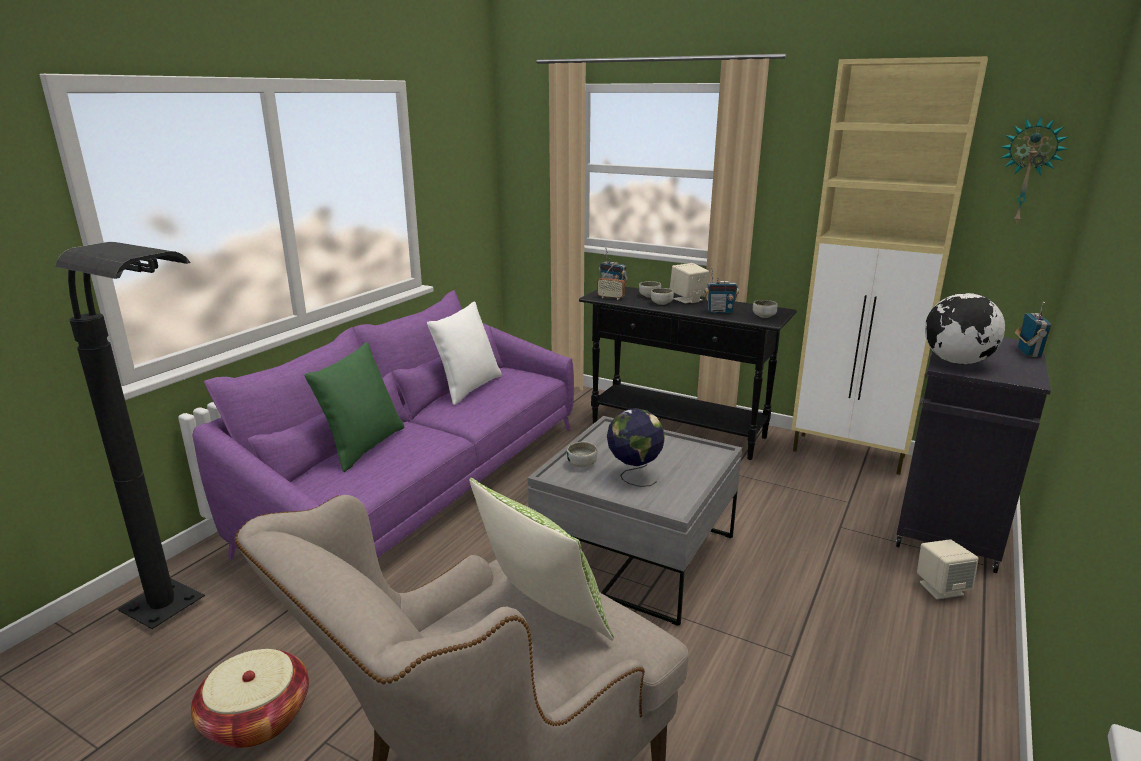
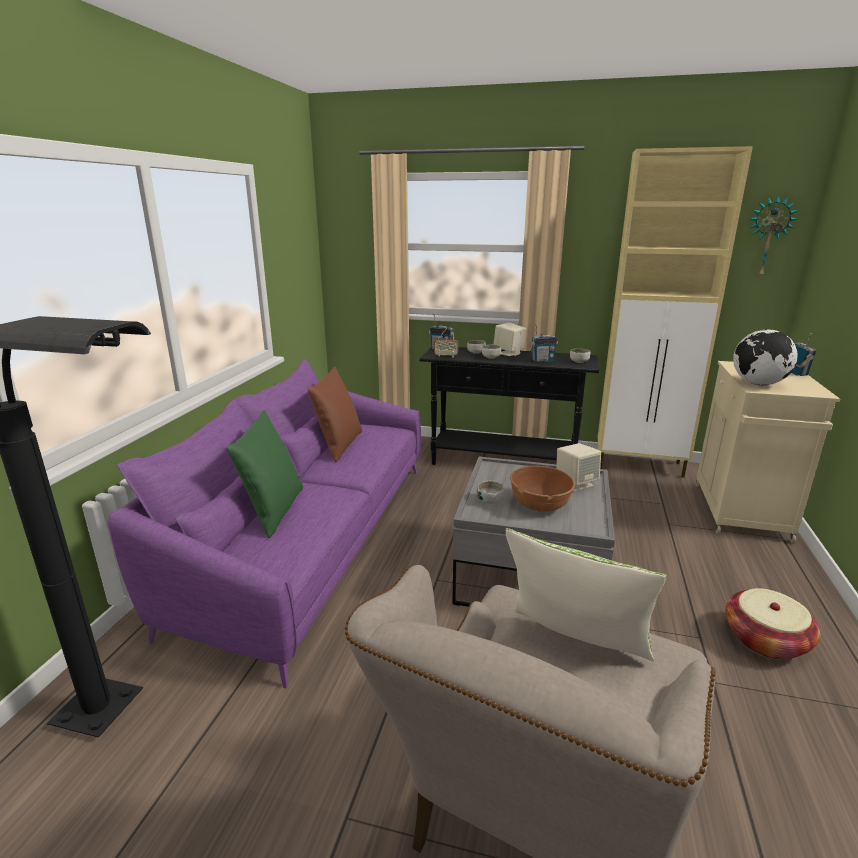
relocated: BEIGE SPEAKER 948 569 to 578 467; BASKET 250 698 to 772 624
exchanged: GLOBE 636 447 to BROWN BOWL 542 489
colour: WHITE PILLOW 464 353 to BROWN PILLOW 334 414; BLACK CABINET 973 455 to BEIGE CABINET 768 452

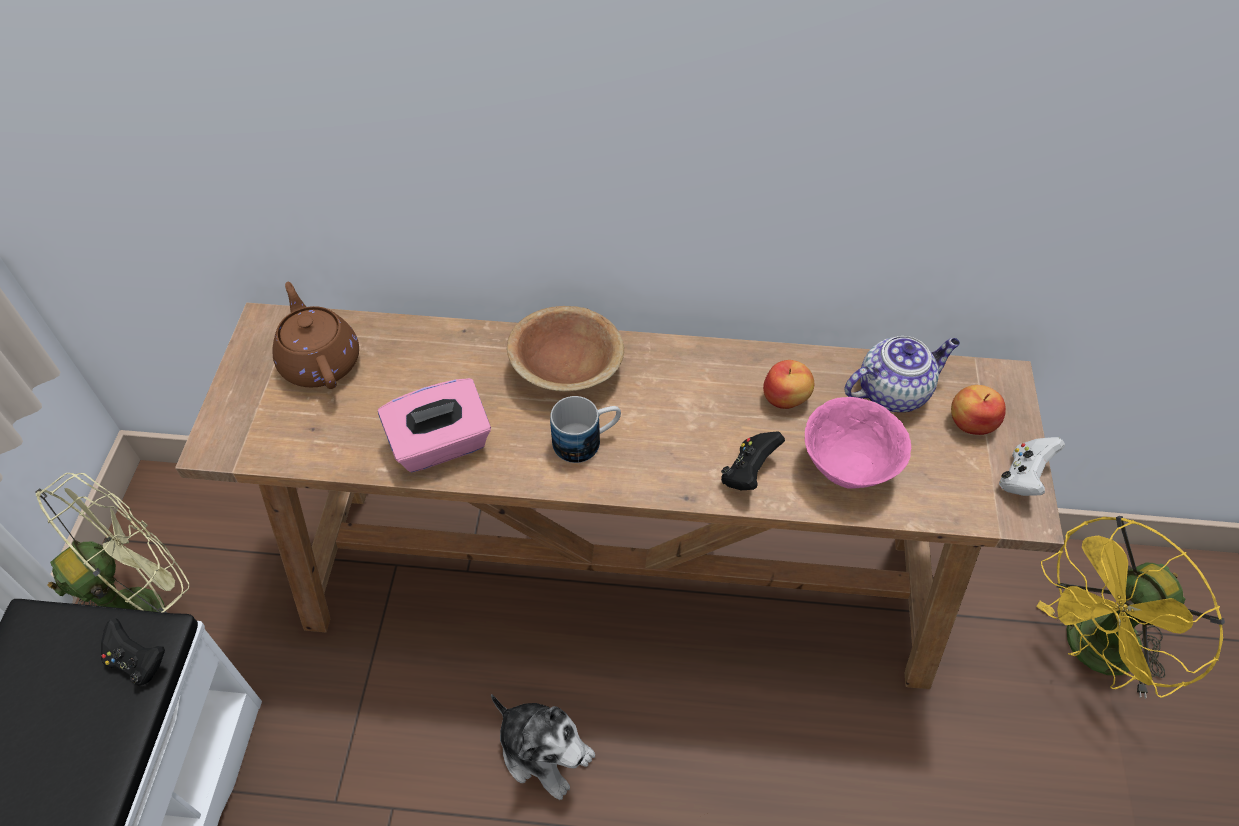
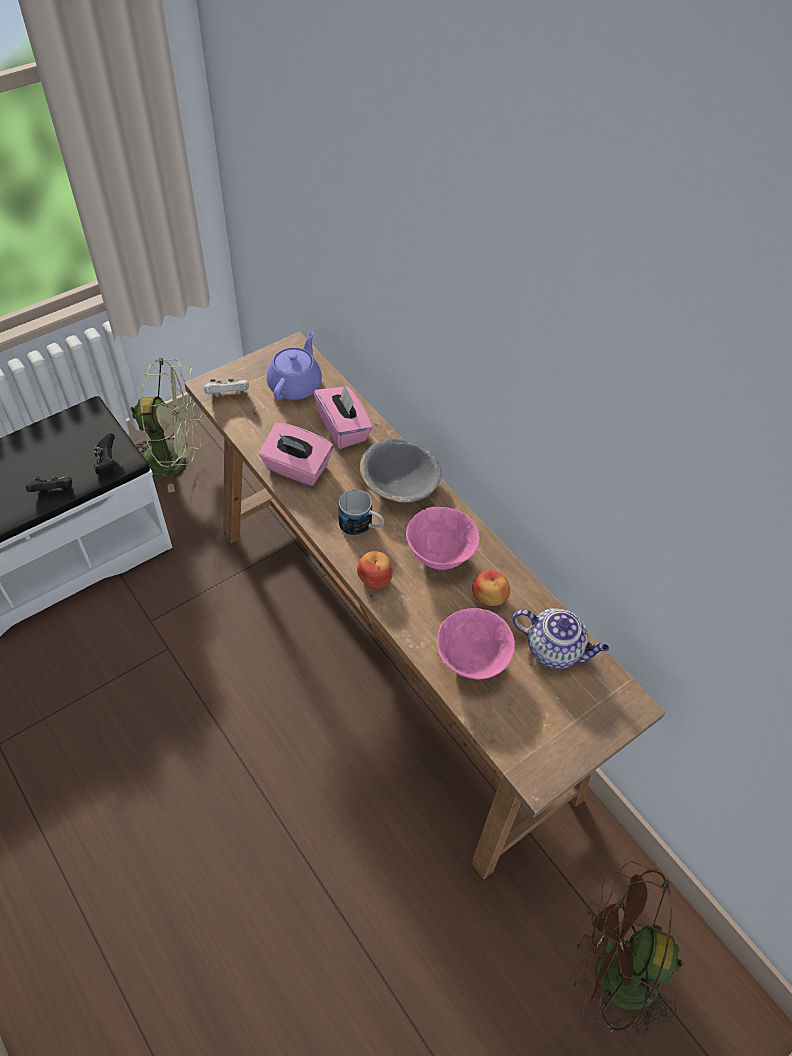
missing: PLUSH TOY 543 747
appeared: PINK TISSUE BOX 343 417; PINK BOWL 443 538
relocated: APPLE 978 410 to 375 570; BLACK GAME CONTROLLER 753 461 to 49 484; WHITE GAME CONTROLLER 1032 466 to 226 388
colour: BROWN TEAPOT 315 335 to PURPLE TEAPOT 294 366; BROWN BOWL 565 348 to GREY BOWL 400 470; YELLOW FAN 1130 607 to BROWN FAN 629 949

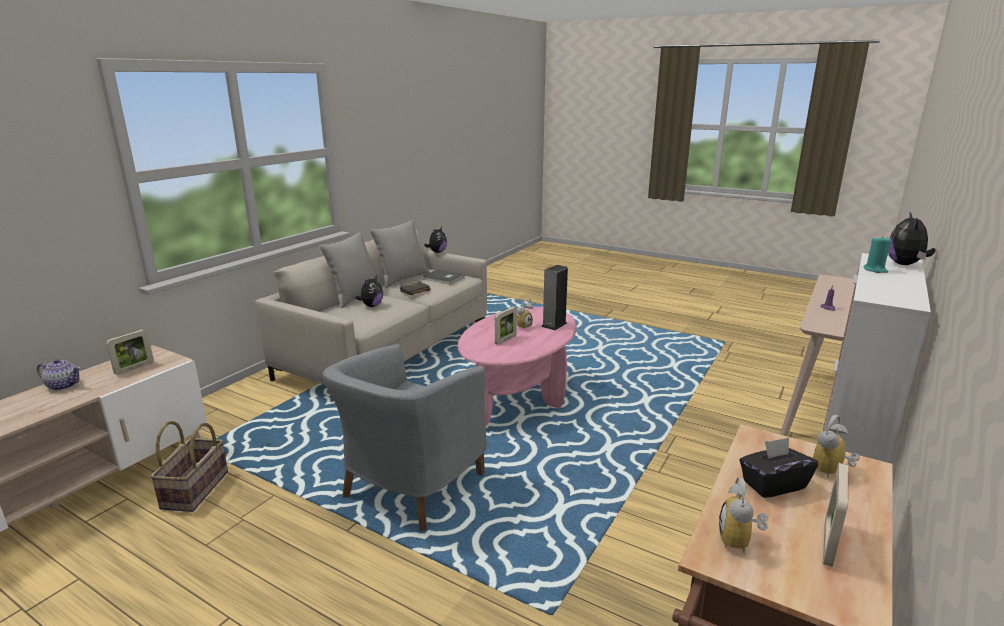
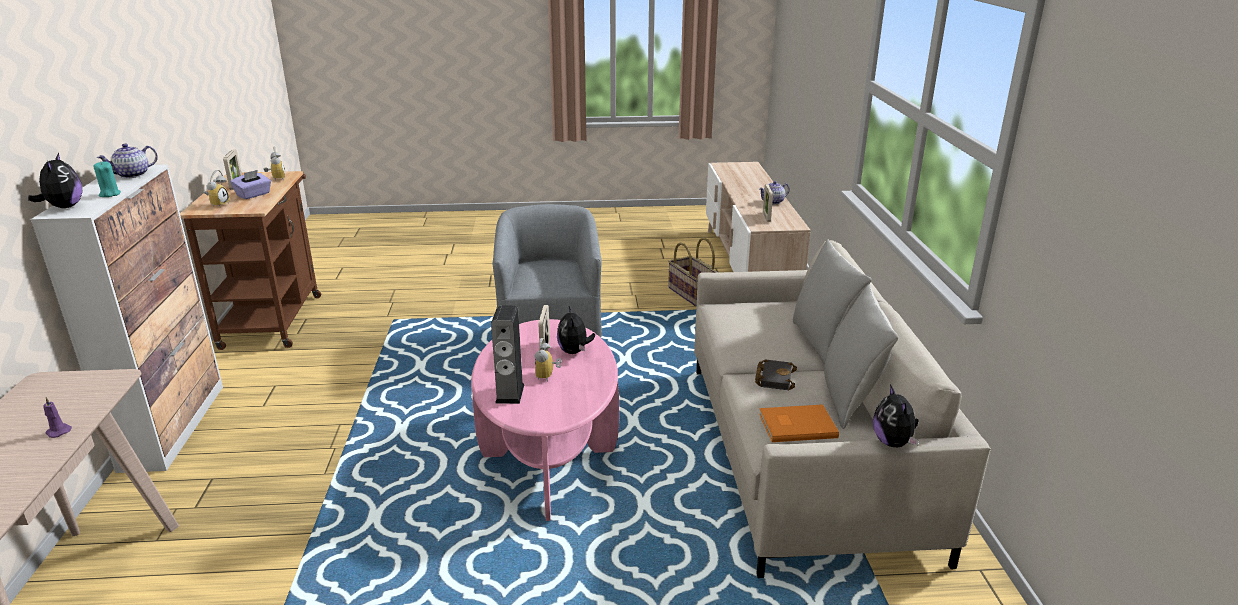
appeared: TEAPOT 127 161
relocated: PLUSH TOY 369 291 to 576 330
colour: GREY BOOK 443 276 to ORANGE BOOK 799 423; BLACK TISSUE BOX 779 467 to PURPLE TISSUE BOX 251 184

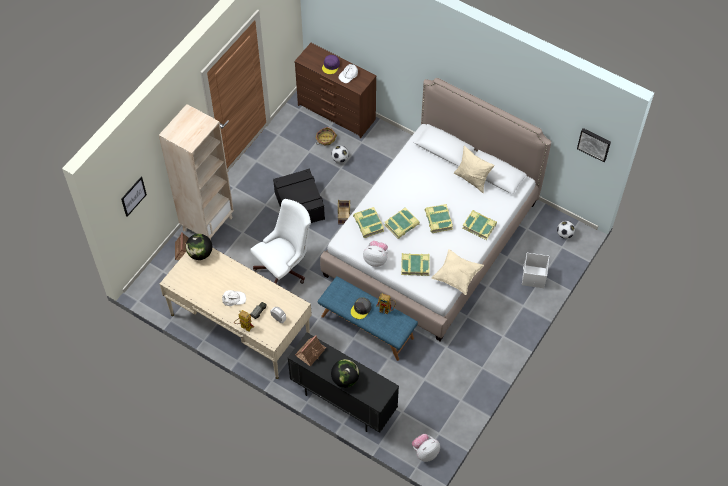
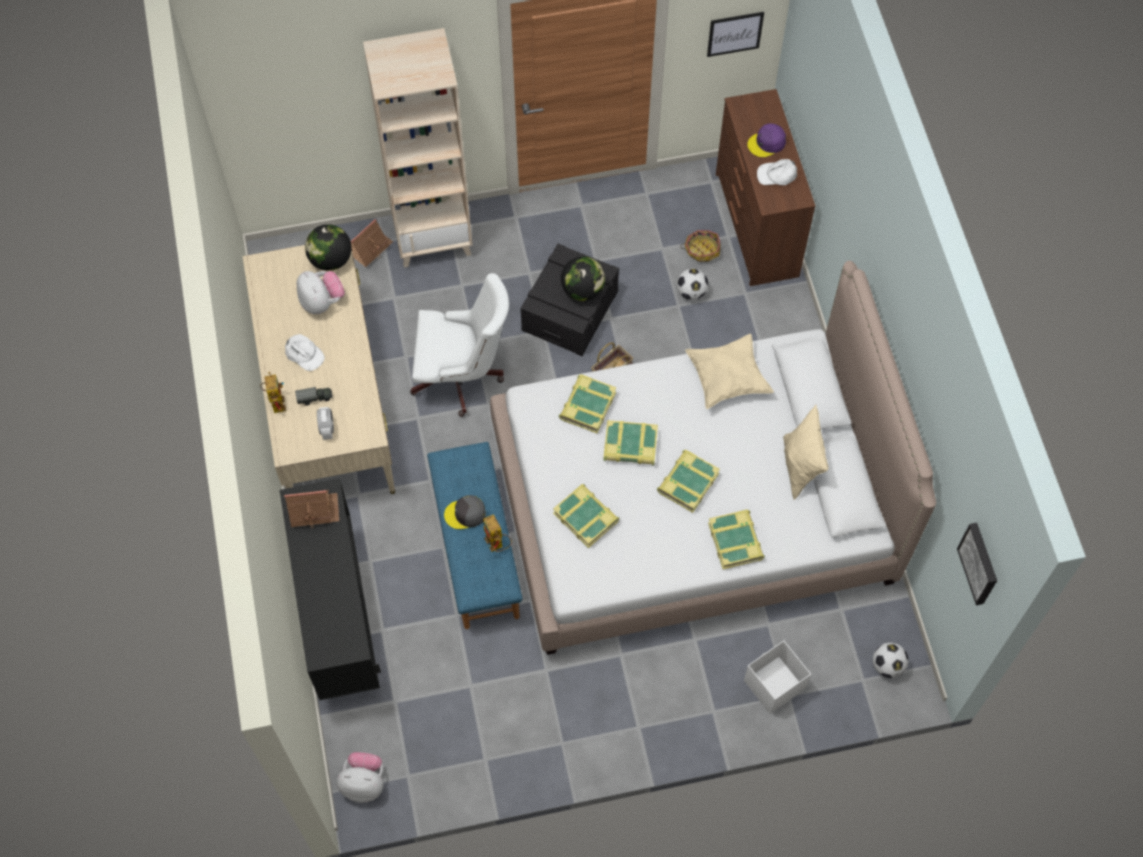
relocated: PICTURE 134 197 to 735 34; PLUSH TOY 375 254 to 320 292; BEIGE PILLOW 457 272 to 729 371; GLOBE 345 373 to 583 278

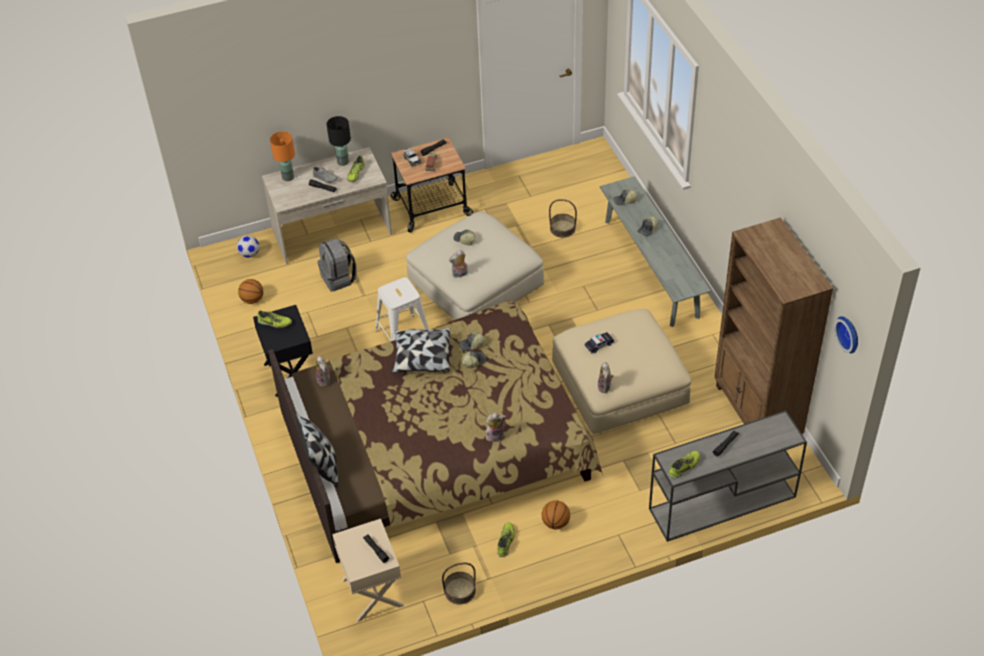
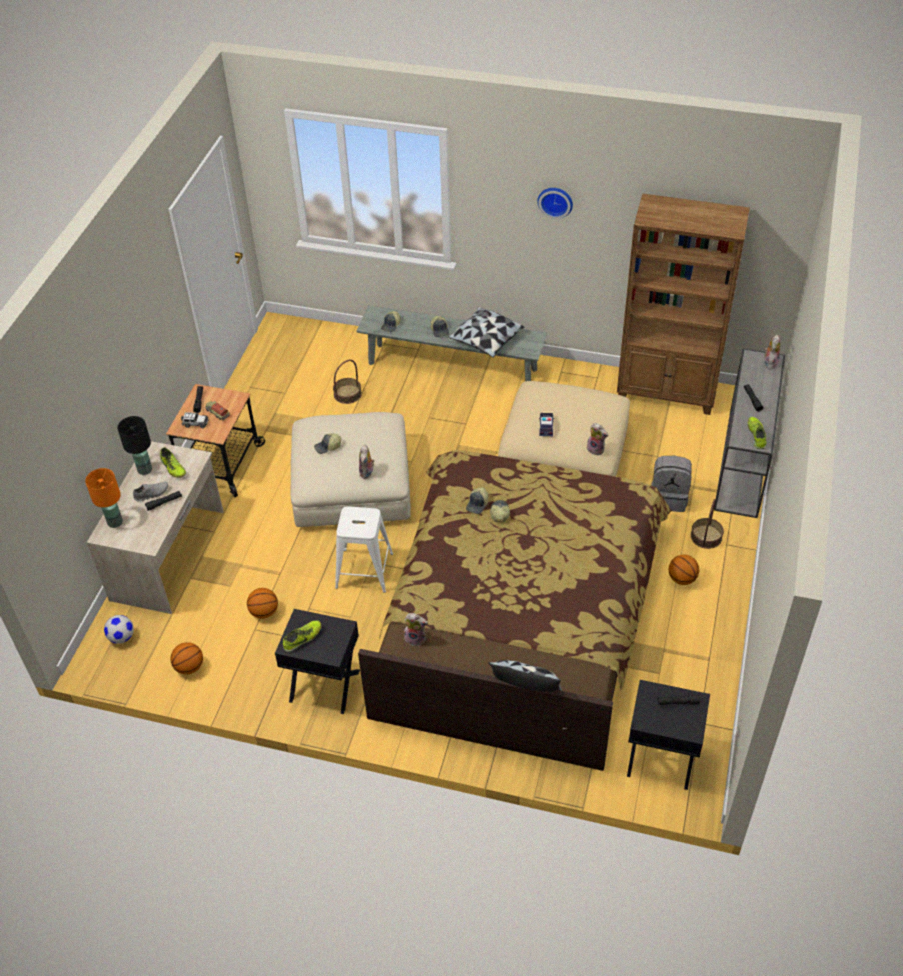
missing: SHOE 506 540
appeared: BASKETBALL 262 603
relocated: GREY BACKPACK 337 265 to 671 484; WALL CLOCK 846 334 to 555 203; PILLOW 421 350 to 486 332; PLUSH TOY 496 427 to 772 352; BASKET 459 584 to 707 524
colour: BEIGE NIGHTSTAND 368 570 to BLACK NIGHTSTAND 668 735

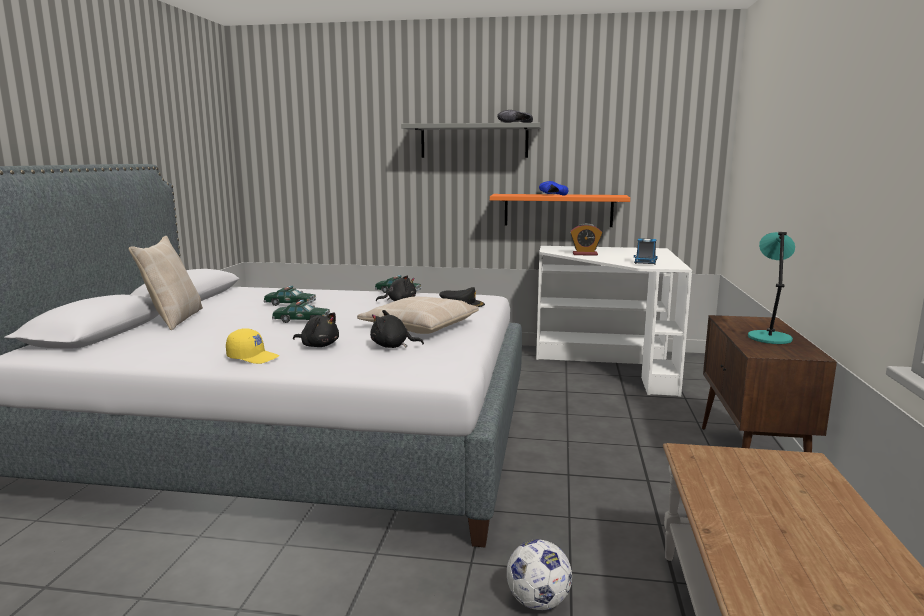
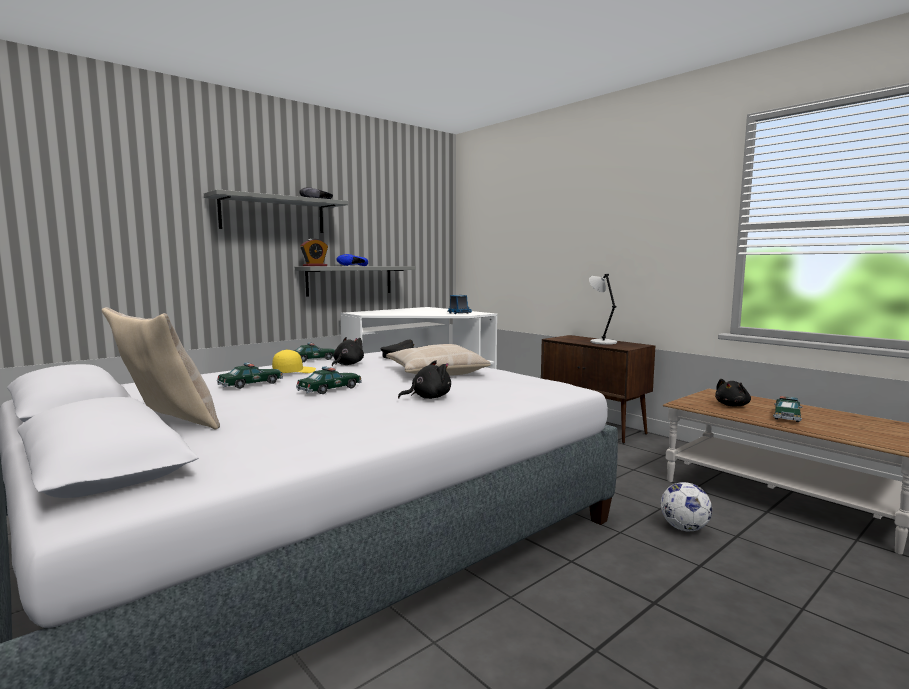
appeared: TOY CAR 787 409
relocated: ALARM CLOCK 586 239 to 314 252; BLACK PLUSH TOY 397 329 to 733 393; YELLOW CAP 252 346 to 294 361
colour: ORANGE SHELF 560 210 to GREY SHELF 355 281; TURQUOISE TABLE LAMP 771 288 to GREY TABLE LAMP 603 309

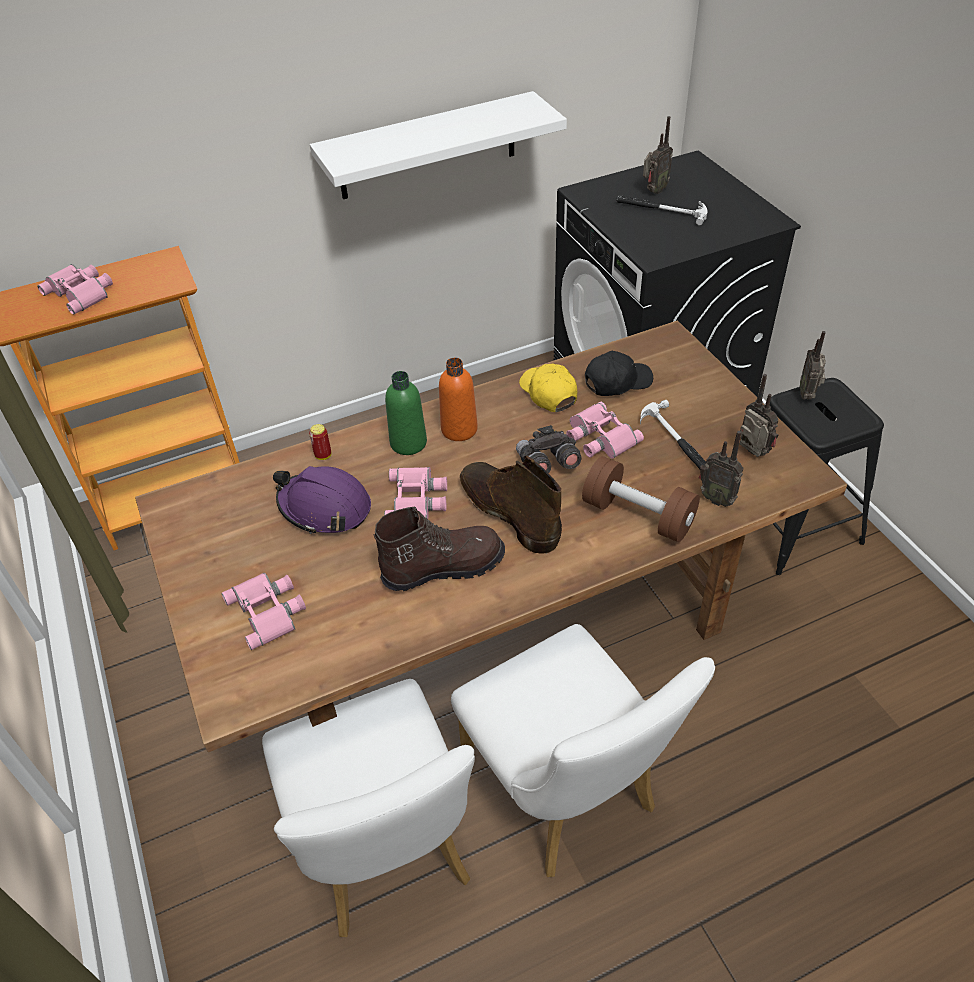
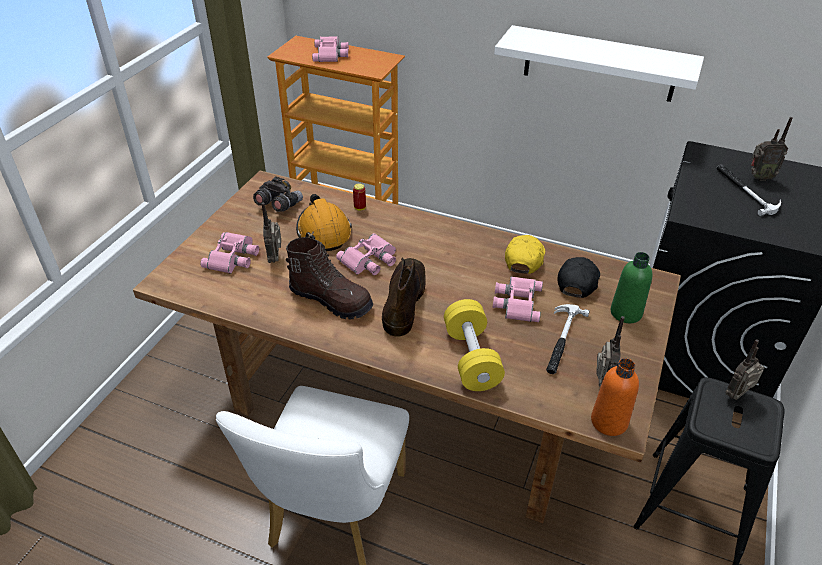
missing: WHITE CHAIR 368 808
relocated: ORANGE BOTTLE 458 399 to 615 397; GREEN BOTTLE 406 413 to 631 287; GREY BINOCULARS 548 449 to 278 194; RADIO 721 469 to 271 233
colour: BROWN DUMBBELL 641 499 to YELLOW DUMBBELL 474 345; PURPLE HARD HAT 322 500 to ORANGE HARD HAT 324 222
spun: BLACK CAP 619 373 = 579 277 90 degrees counterclockwise

